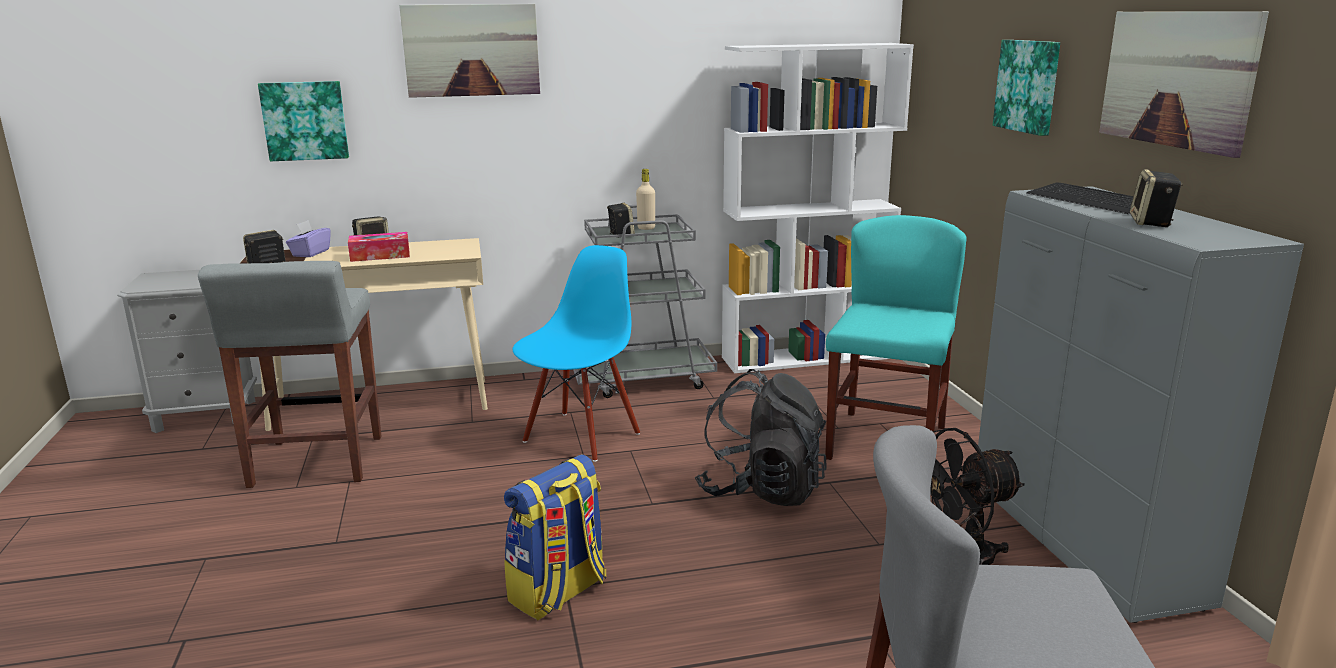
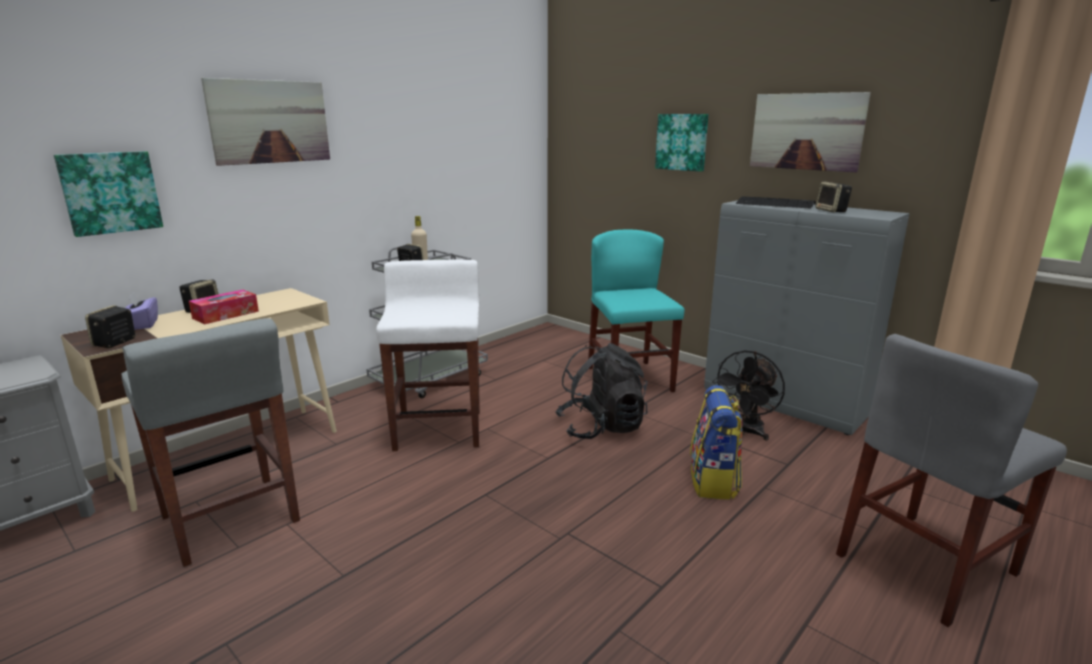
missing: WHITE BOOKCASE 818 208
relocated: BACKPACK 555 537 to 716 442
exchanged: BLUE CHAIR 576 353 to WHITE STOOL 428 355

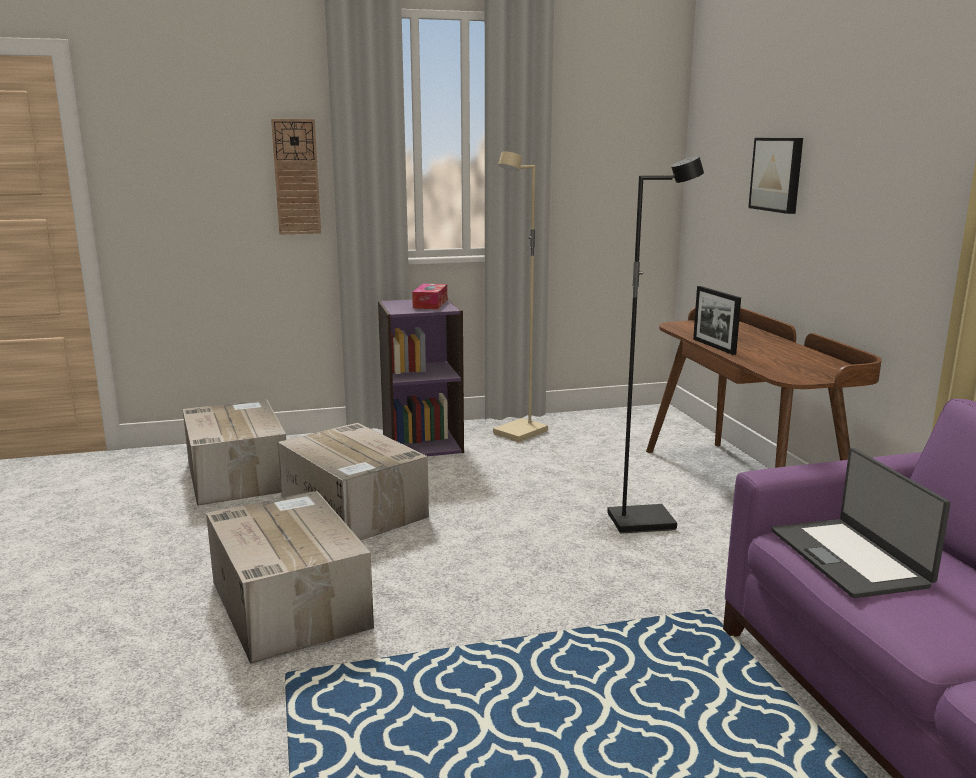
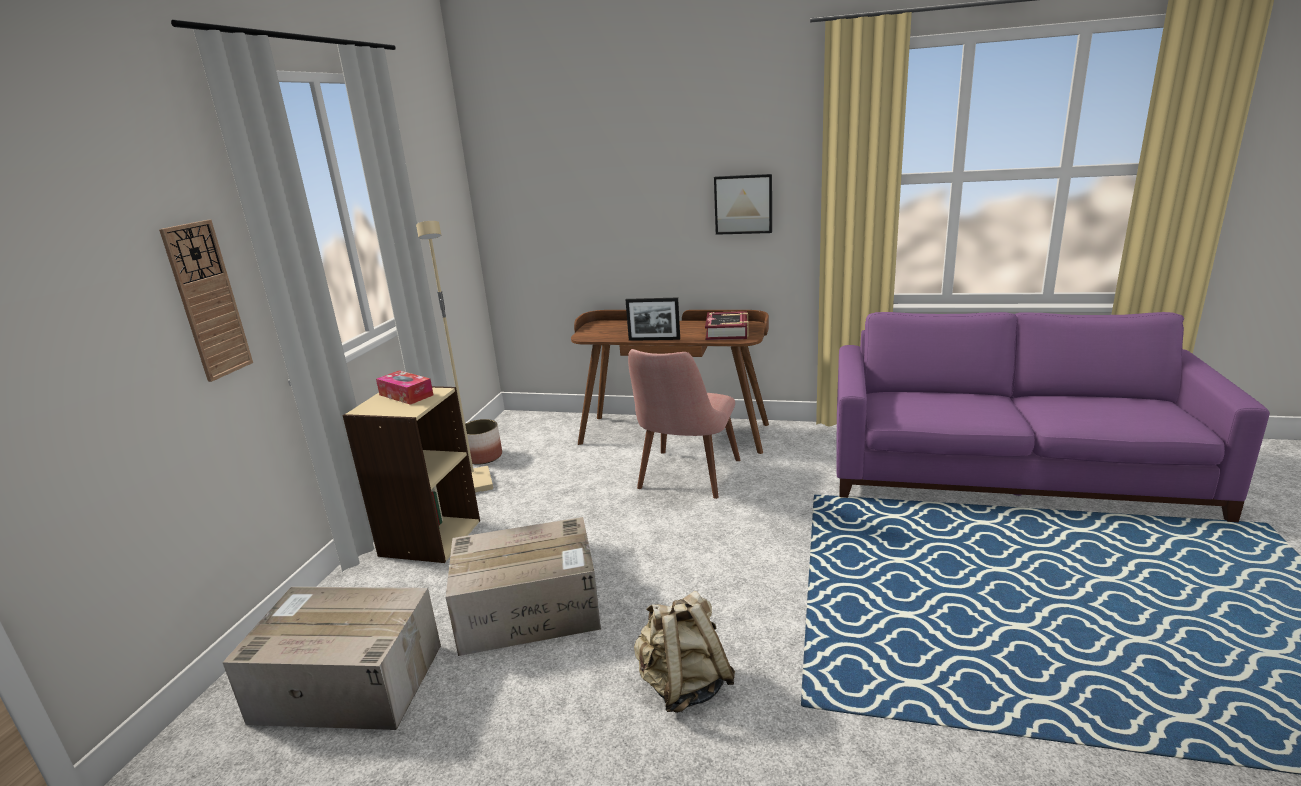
missing: LAPTOP 861 523
appeared: BOOK 727 325; PLANTER 483 442
relocated: PICTURE 775 176 to 743 204
exchanged: BLACK FLOOR LAMP 655 345 to PINK CHAIR 684 424; CARDBOARD BOX 290 577 to BEIGE BACKPACK 684 652
colour: PURPLE BOOKCASE 421 376 to BEIGE BOOKCASE 411 474

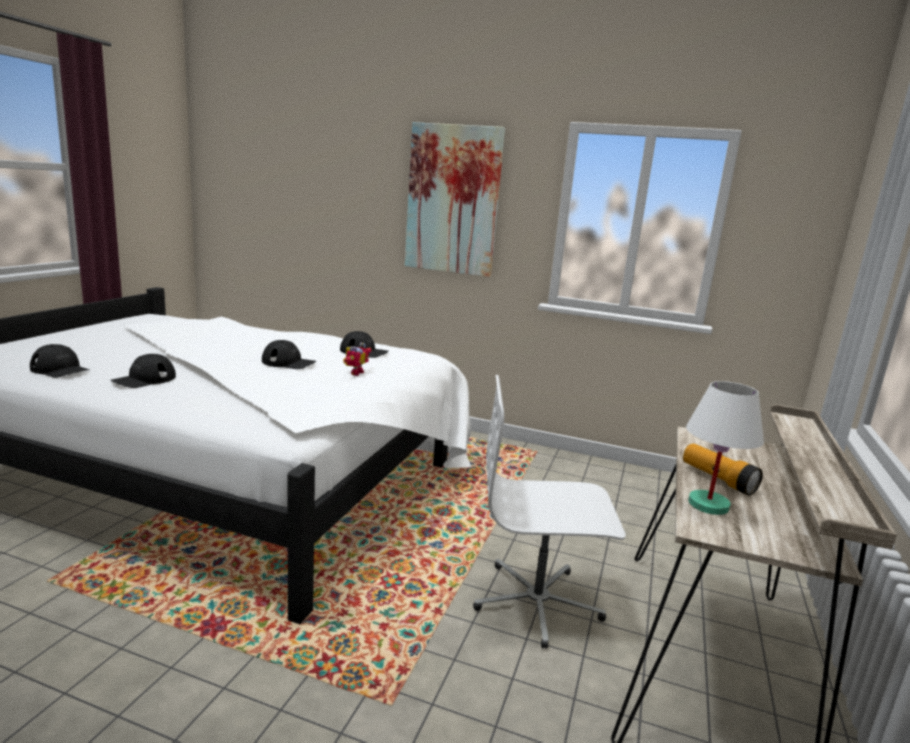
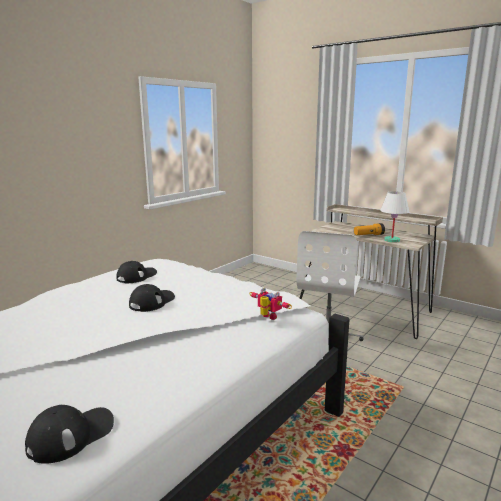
missing: PICTURE 455 199; BLACK CAP 143 371
relocated: TOY ROBOT 357 359 to 270 304

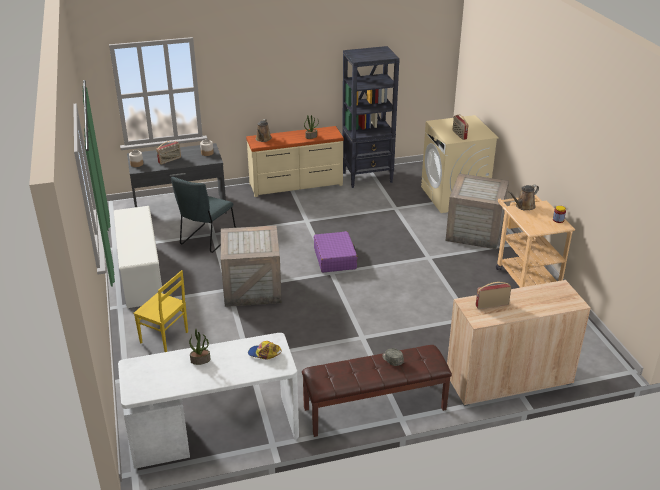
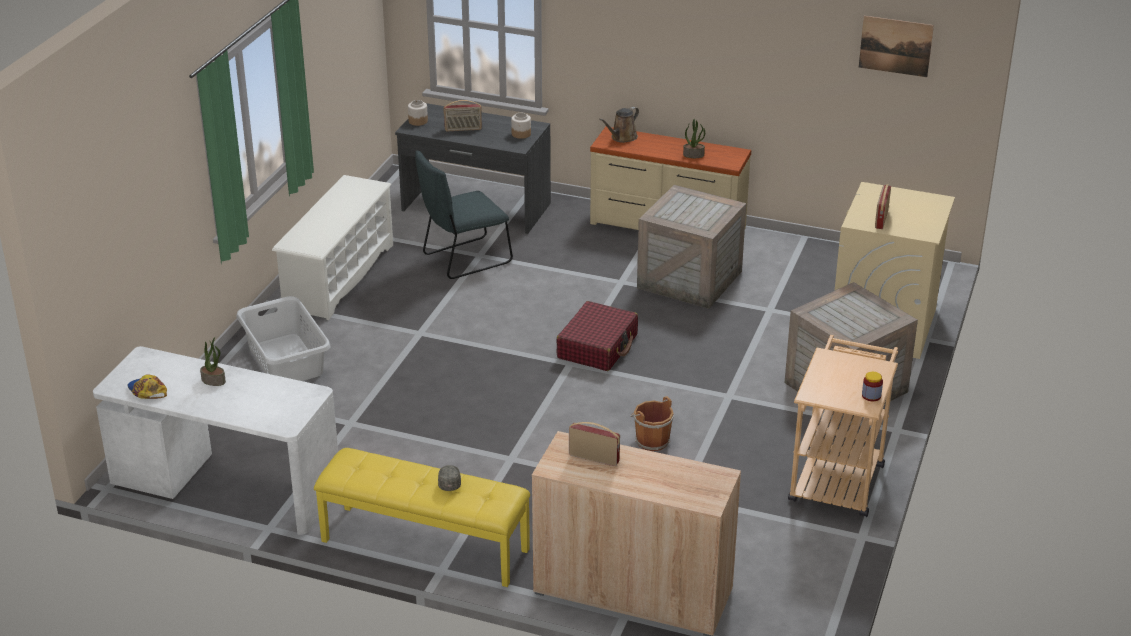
missing: BLACK BOOKCASE 371 117; BROWN WATERING CAN 523 197
appeared: PICTURE 896 46; BROWN BUCKET 652 423
relocated: CRATE 251 266 to 691 247; CAP 265 350 to 147 387
exchanged: YELLOW CHAIR 161 311 to GREY LAUNDRY BASKET 283 338
colour: PURPLE SUITCASE 336 251 to RED SUITCASE 597 336; BROWN BENCH 377 391 to YELLOW BENCH 422 517

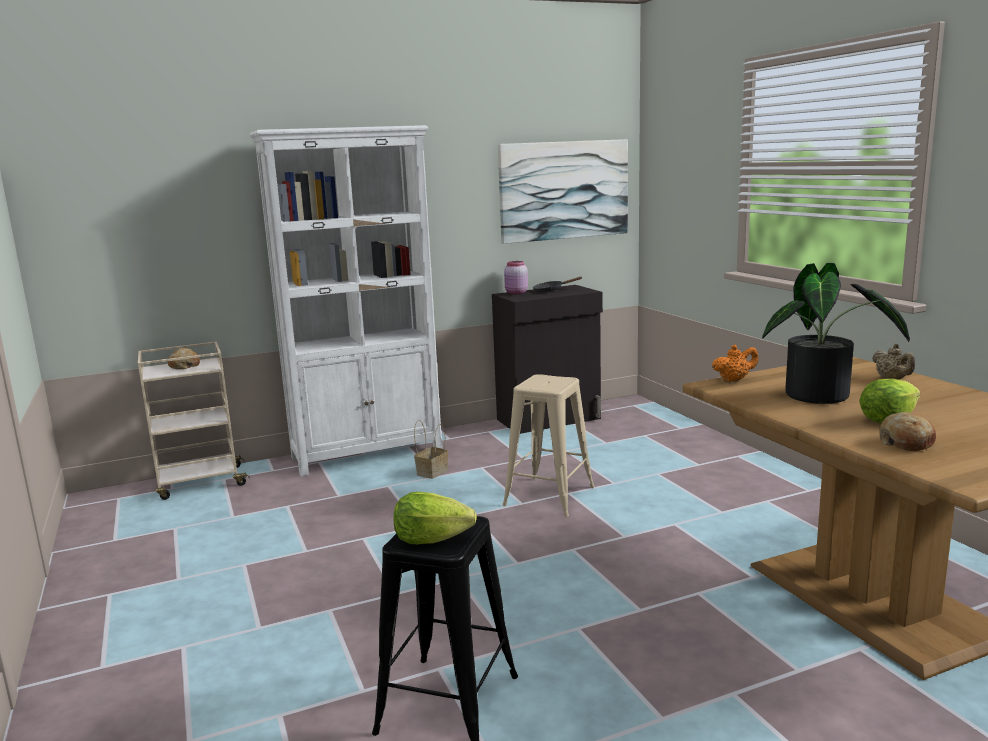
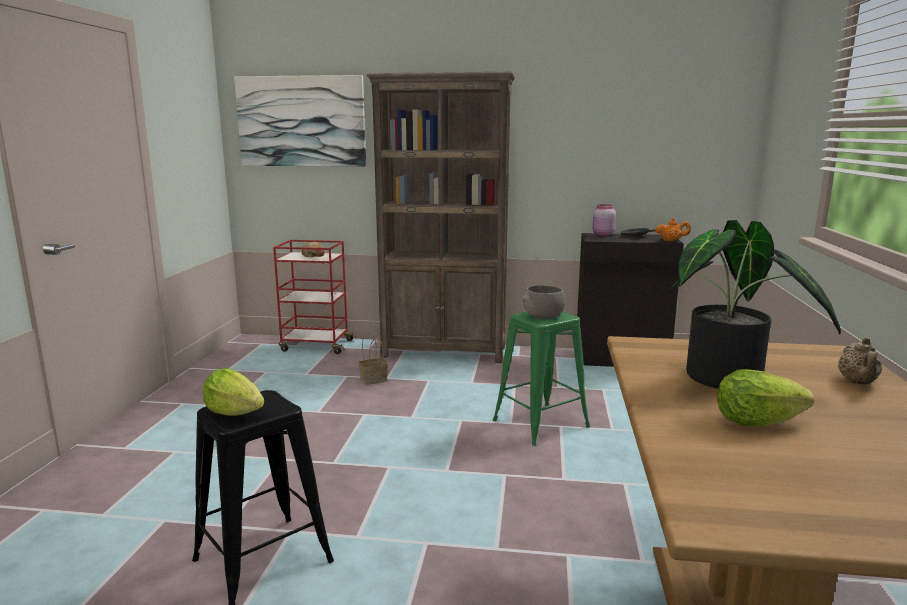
missing: BREAD 907 431
appeared: GREY BOWL 544 302
relocated: PICTURE 563 191 to 300 121; ORANGE TEAPOT 735 363 to 673 230; BASKET 431 449 to 373 358
colour: WHITE BOOKCASE 346 300 to BROWN BOOKCASE 441 217; BEIGE CART 194 421 to RED CART 314 297; BEIGE STOOL 548 445 to GREEN STOOL 541 379

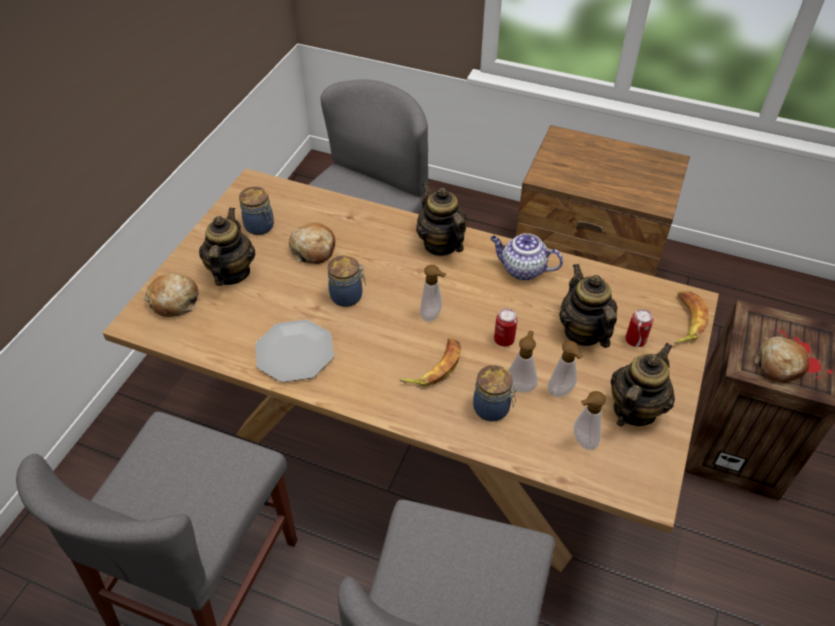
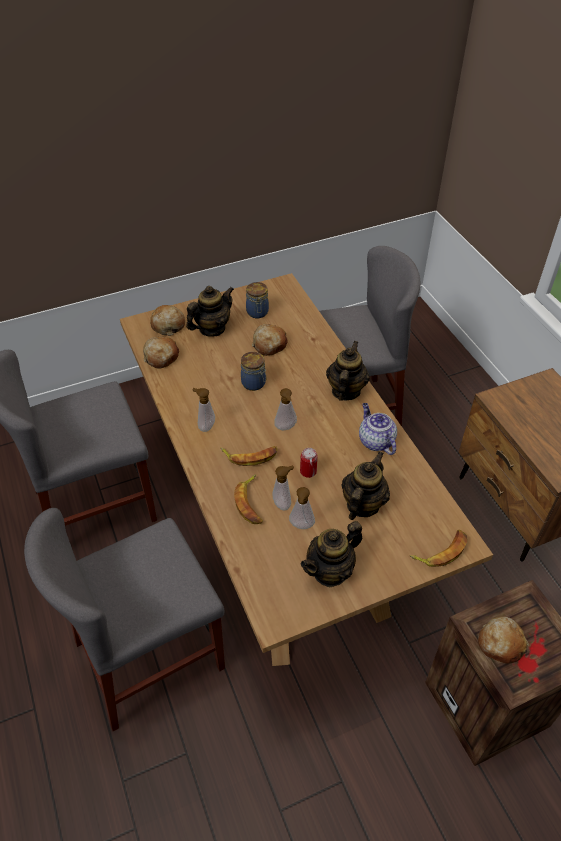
missing: CAN 639 328; PLATE 294 351
appeared: BREAD 161 353
relocated: SOAP DISPENSER 590 420 to 203 410
exchanged: JAR 495 393 to BANANA 248 499
spun: TEAPOT 643 385 = 331 554 150 degrees clockwise

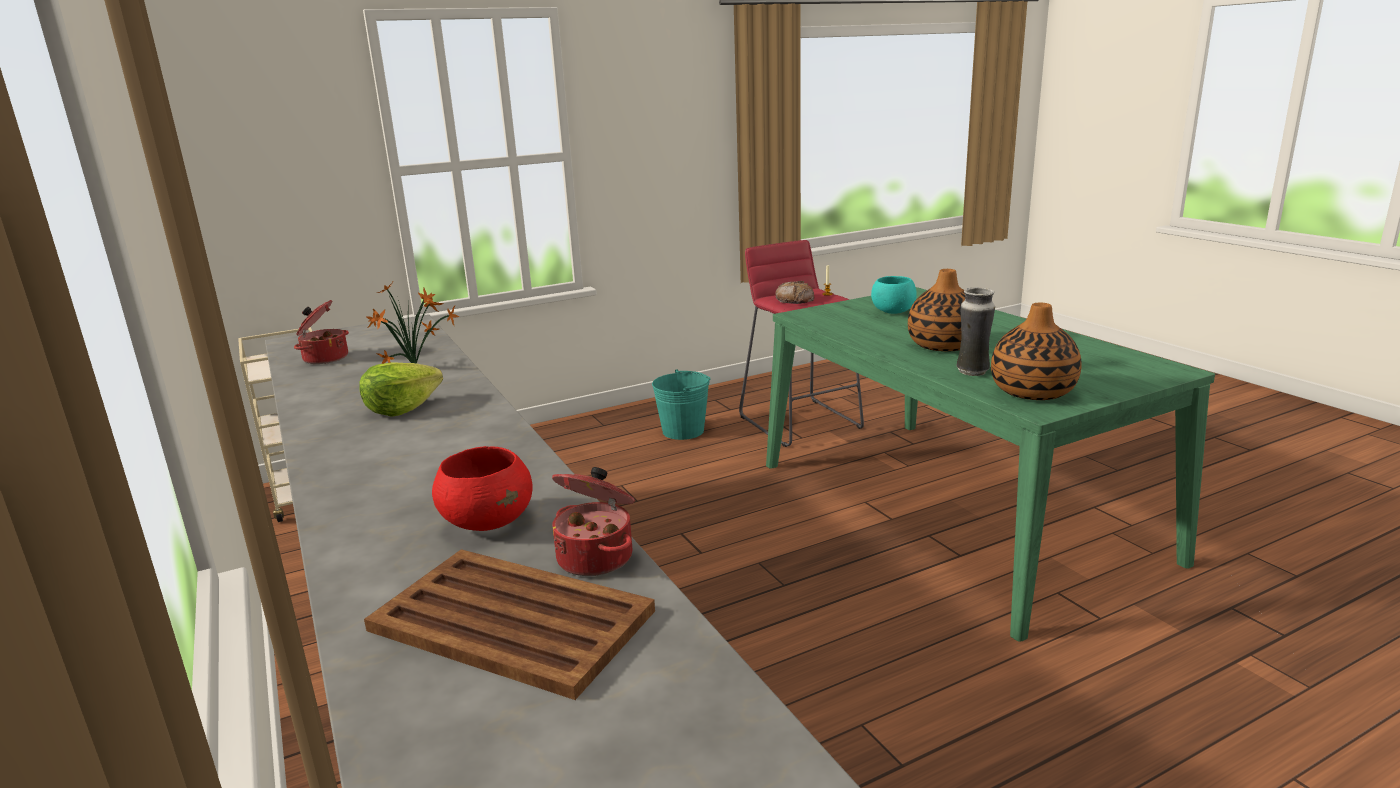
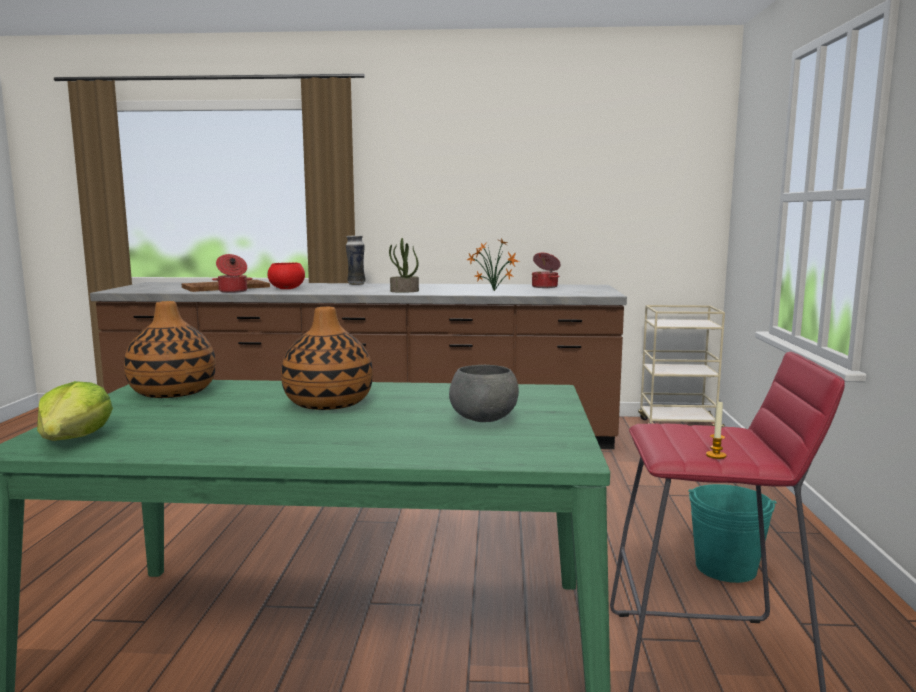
missing: BREAD 794 292
appeared: POTTED PLANT 404 265
relocated: VASE 976 331 to 356 260; LETTUCE 401 389 to 75 411
colour: TURQUOISE BOWL 894 295 to GREY BOWL 484 393

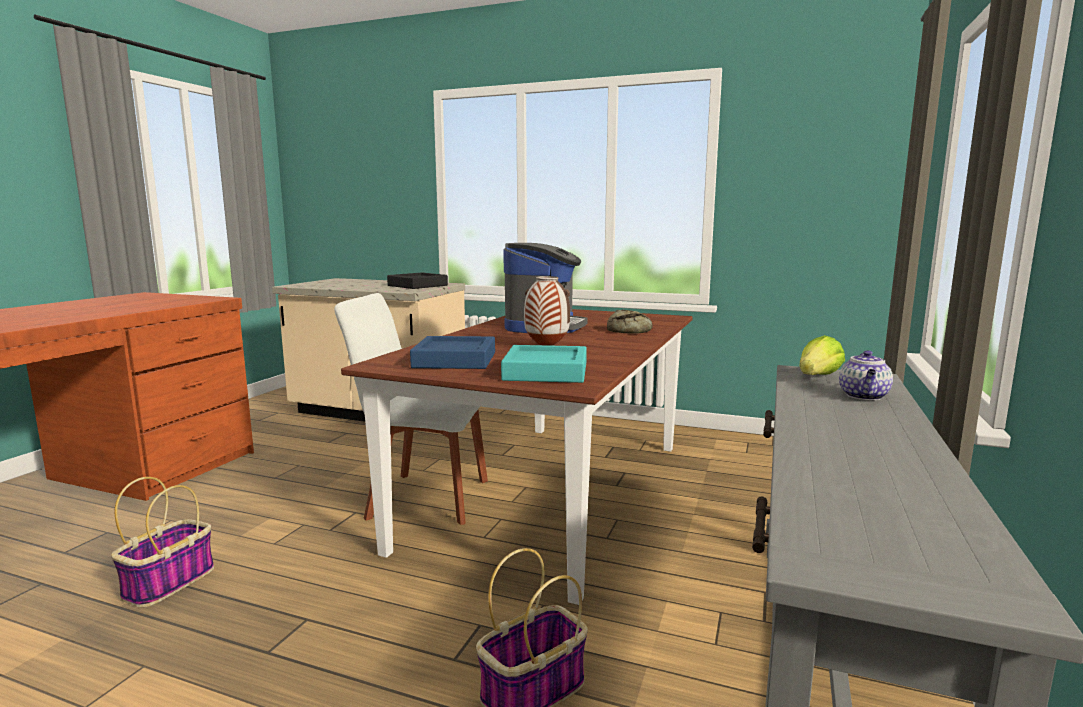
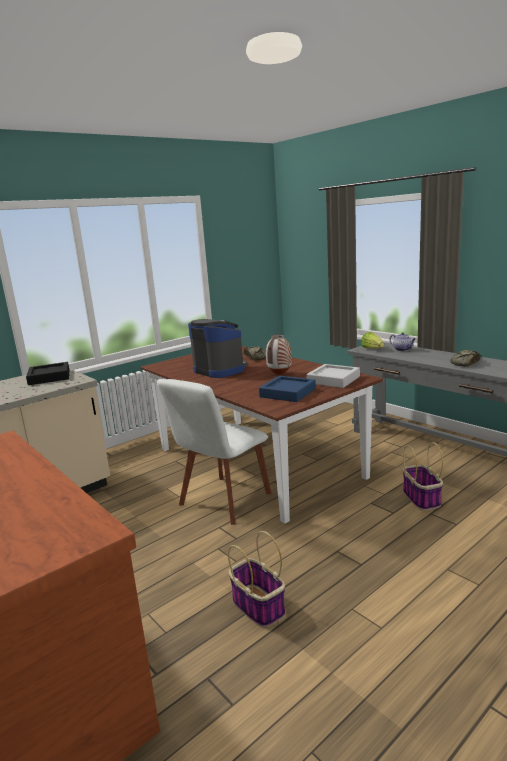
appeared: BREAD 465 358
colour: TURQUOISE TRAY 544 364 to GREY TRAY 333 376

